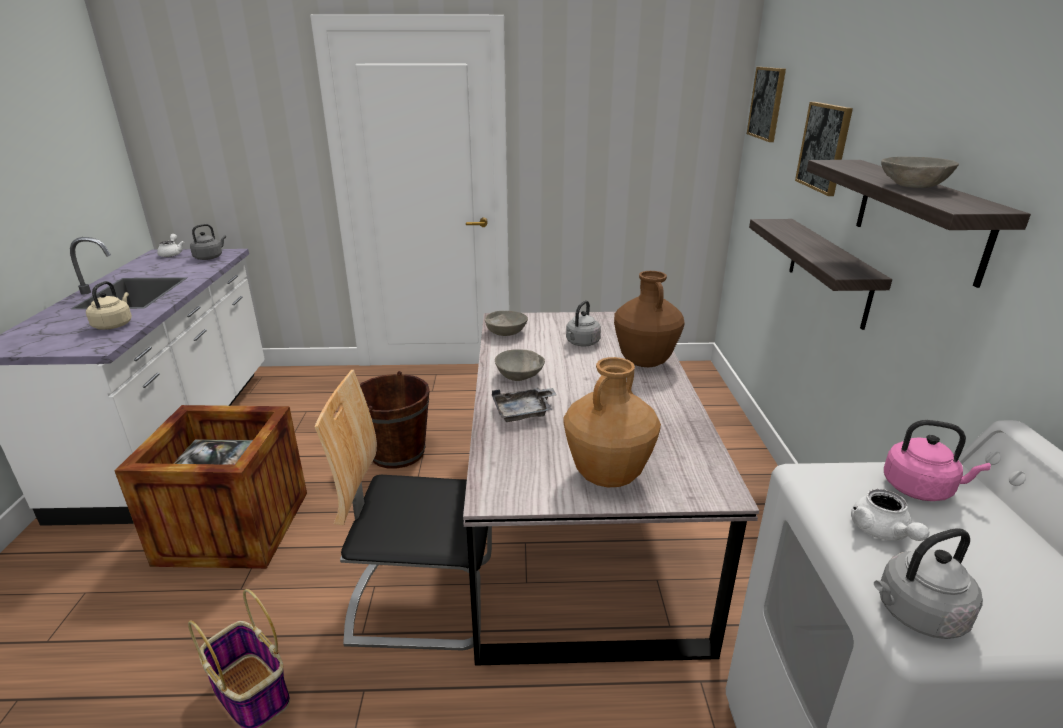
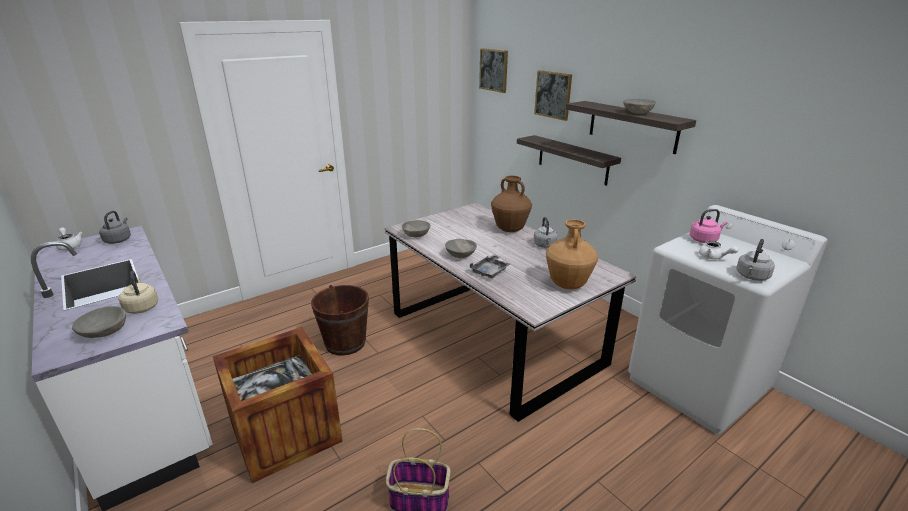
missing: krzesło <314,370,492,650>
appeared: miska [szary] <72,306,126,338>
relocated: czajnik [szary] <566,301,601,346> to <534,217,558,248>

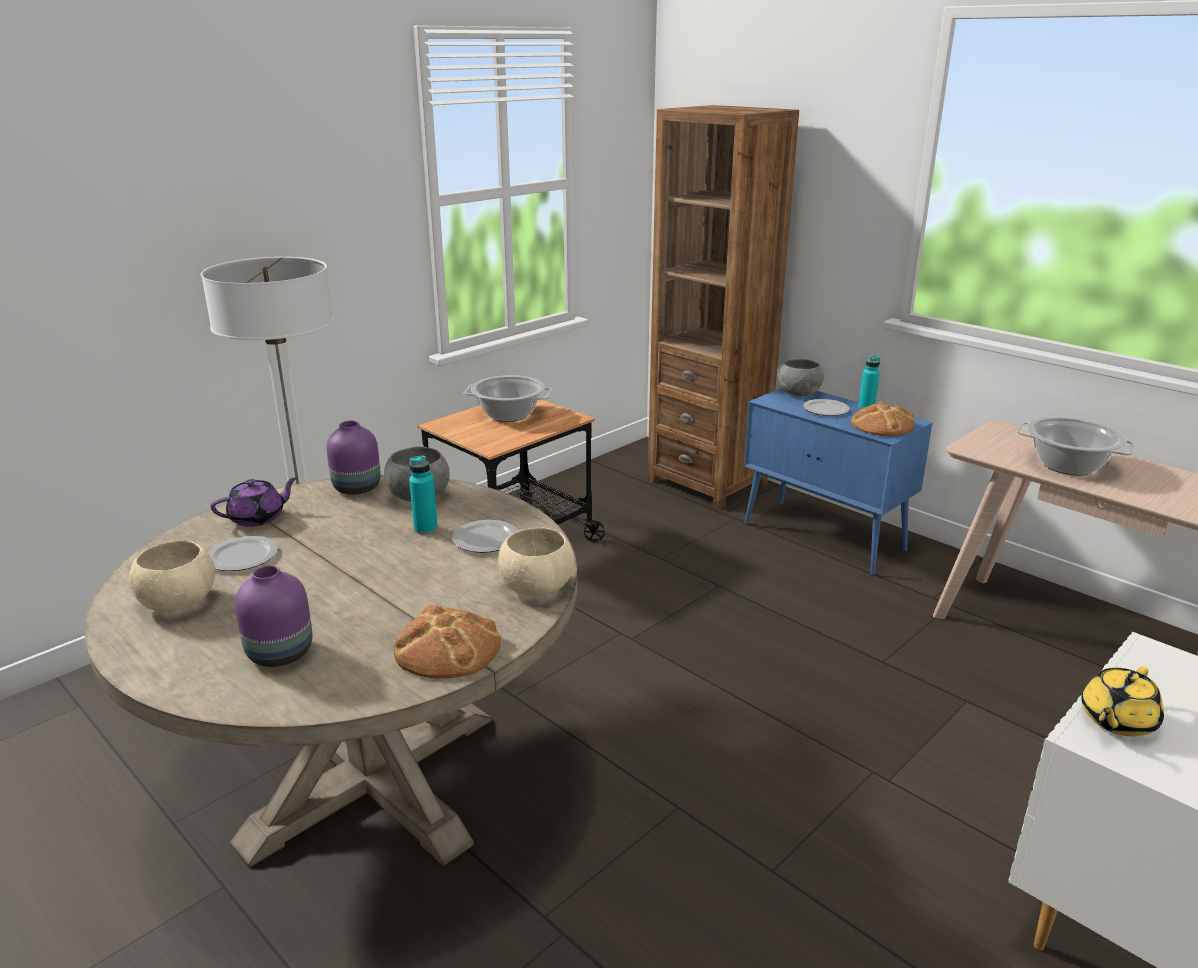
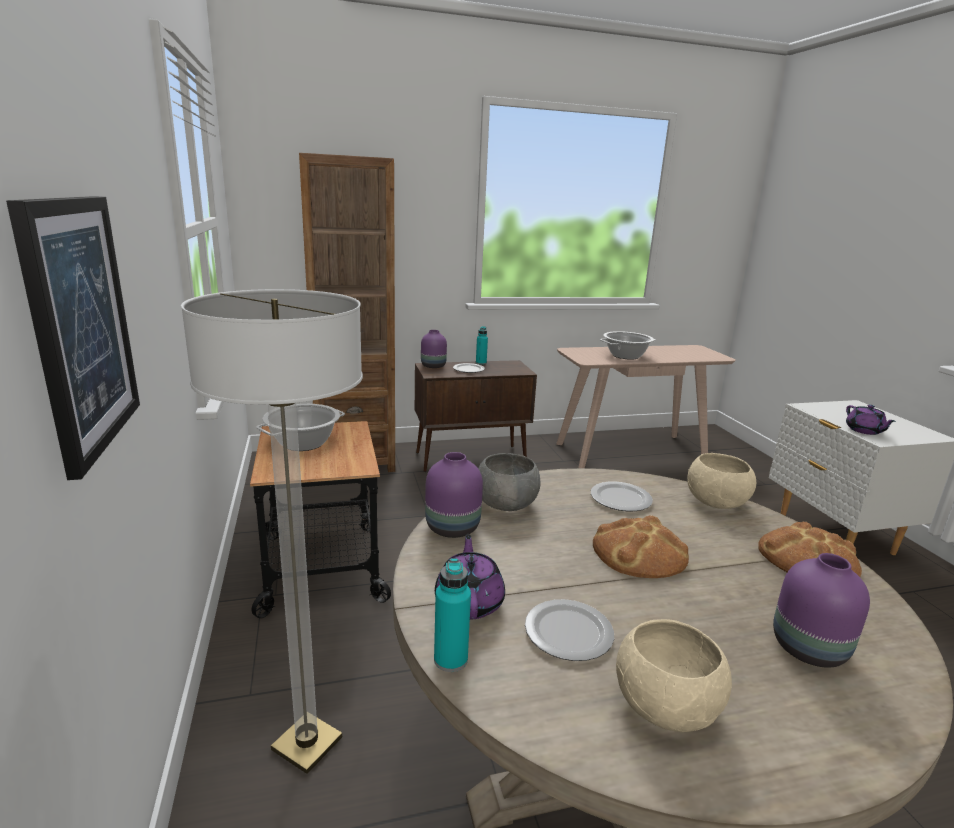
appeared: obraz <6,196,140,480>
relocated: chleb <851,402,915,436> to <593,515,689,578>; butelka [turkusowy] <409,456,438,535> to <434,558,471,672>
exchanged: miska [szary] <777,359,824,396> to wazon [fioletowy] <421,330,447,368>
colour: szafka [niebieski] <744,388,933,575> to szafka [brązowy] <415,360,537,472>; imbryk [żółty] <1081,666,1164,737> to imbryk [fioletowy] <846,405,896,435>

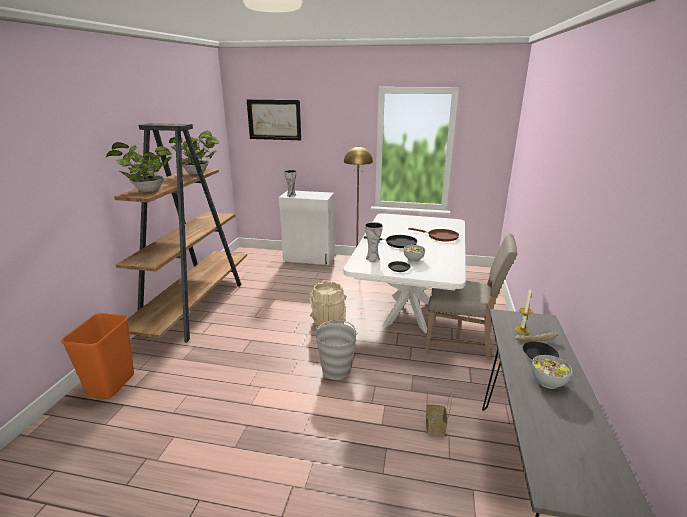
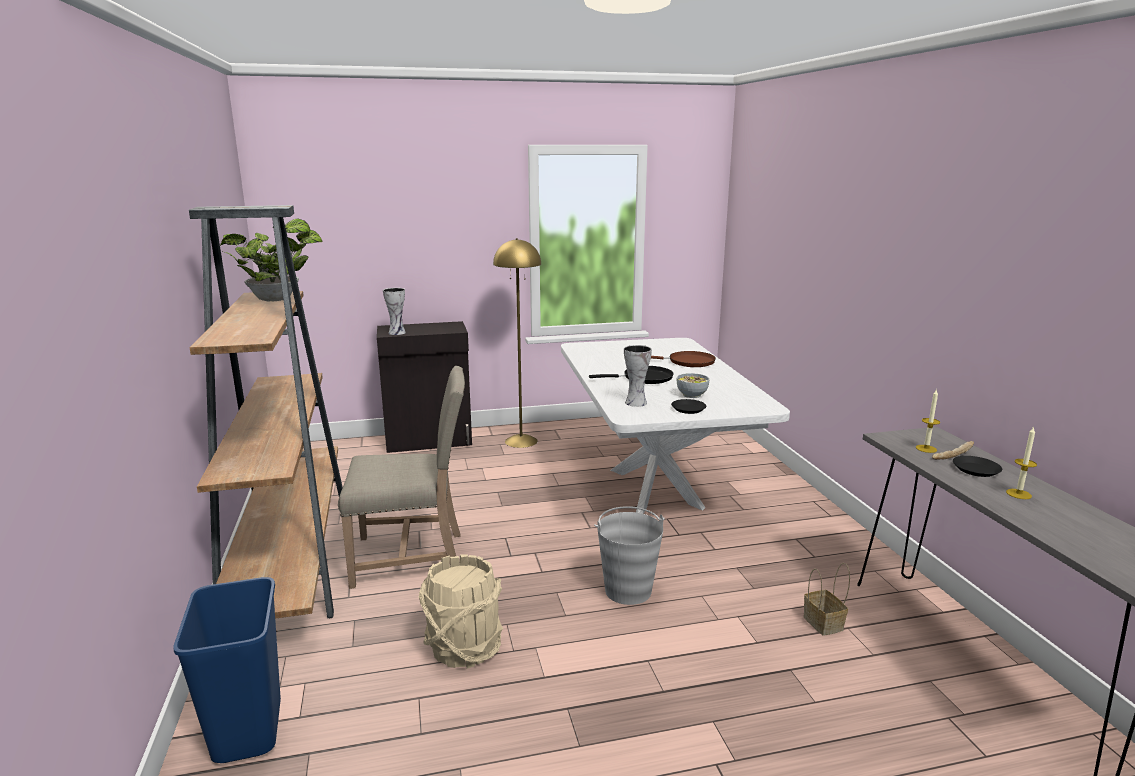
missing: obraz <247,99,301,140>; roślina doniczkowa <106,142,172,192>
relocated: krzesło [beżowy] <425,233,517,360> to <338,366,465,589>; wiadro [beżowy] <309,281,347,327> to <418,554,503,669>
exchanged: miska <532,355,573,389> to świeca <1006,426,1037,499>
colour: szafka [biały] <278,190,335,265> to szafka [czarny] <377,321,472,453>; kosz na śmieci [pomarańczowy] <61,313,134,399> to kosz na śmieci [niebieski] <173,577,281,763>

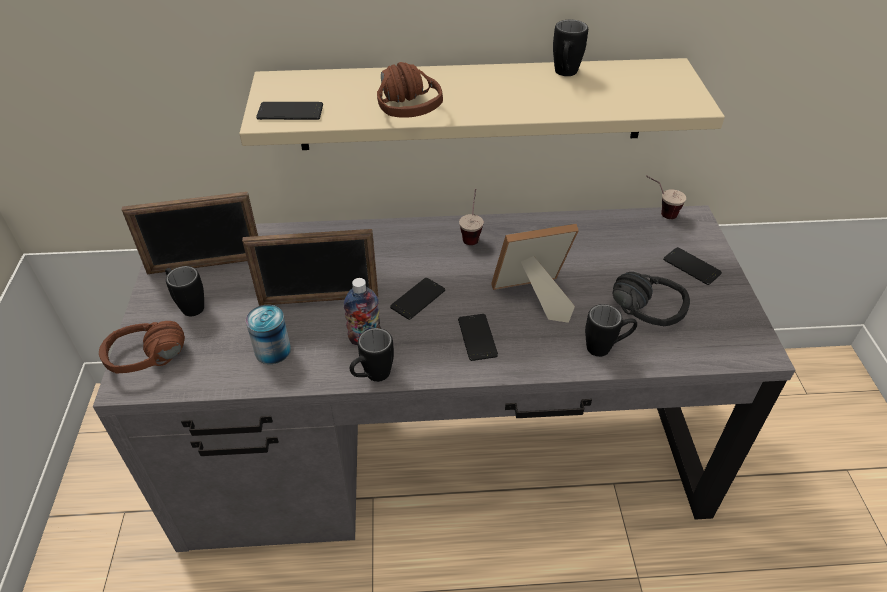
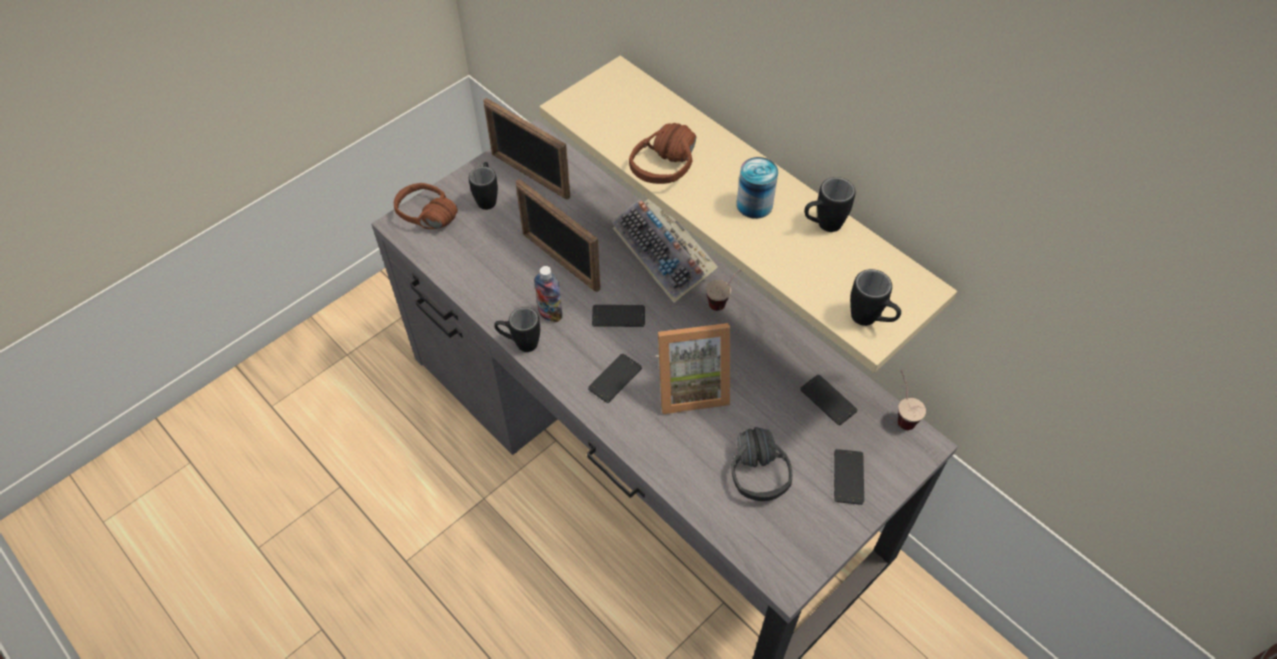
appeared: klawiatura <612,199,718,303>
relocated: telefon <256,102,323,120> to <800,375,857,425>; kubek [czarny] <585,304,637,357> to <850,269,901,326>; puszka <246,305,291,364> to <736,157,778,219>
spun: ramka na zdjęcie <491,224,579,323> = <656,323,730,414> 135 degrees clockwise

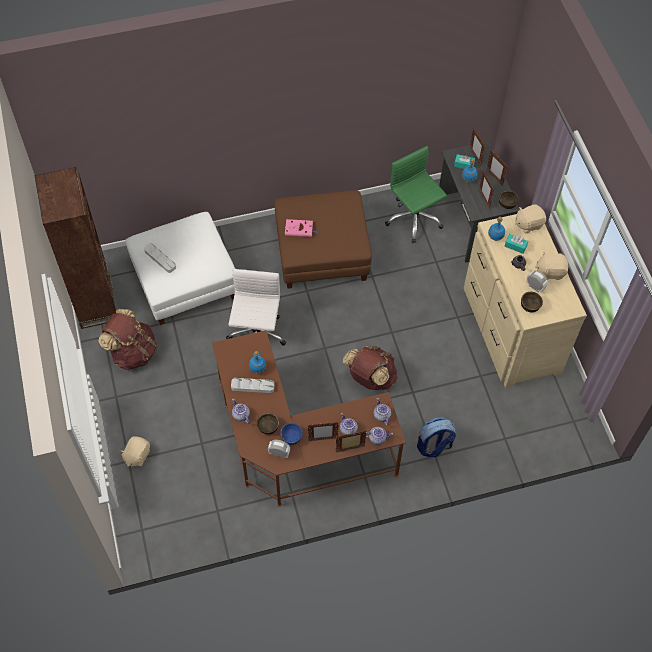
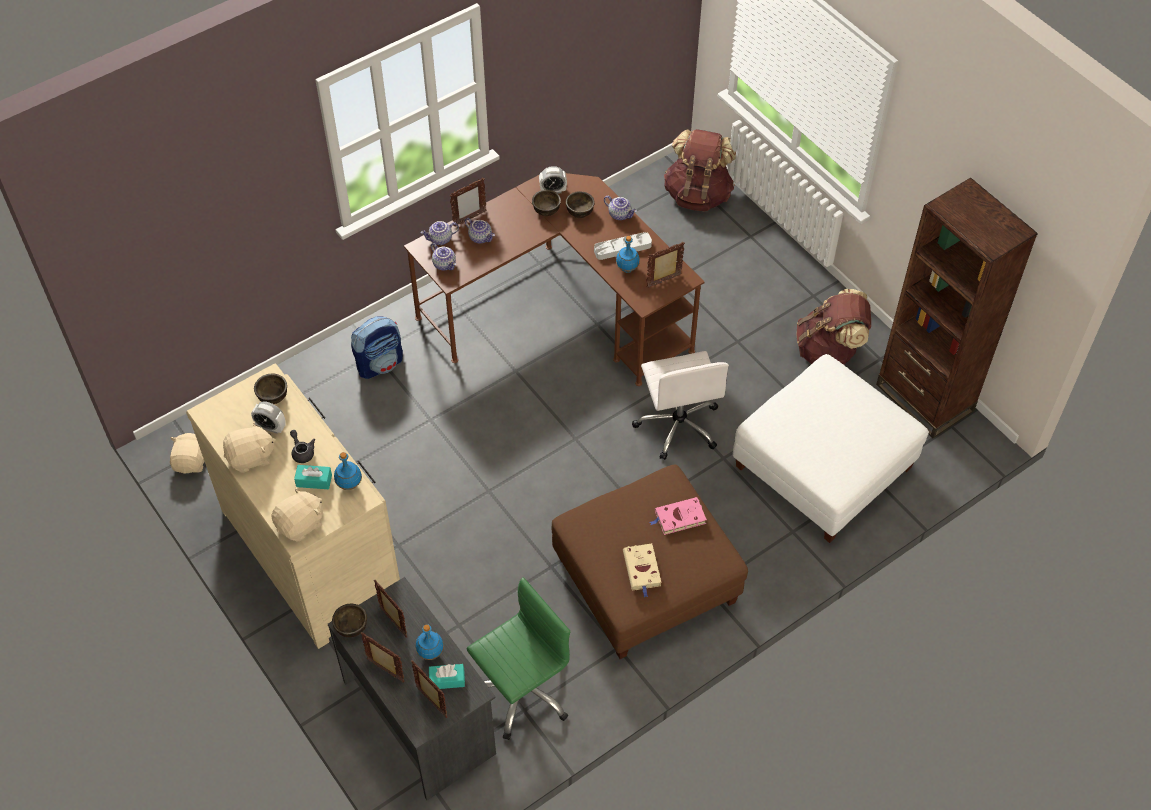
missing: taca [szary] <144,243,176,273>
appeared: książka [beżowy] <623,543,661,597>
relocated: plecak [brązowy] <343,345,398,390> to <664,129,736,211>; ramka na zdjęcie <307,422,339,441> to <646,242,685,288>; pluszak [beżowy] <120,436,150,467> to <170,433,204,474>
colour: miska [niebieski] <280,423,303,445> to miska [brązowy] <532,190,561,216>
spun: krzesło biurowe [zielony] <385,146,447,243> = <467,577,570,740> 75 degrees counterclockwise

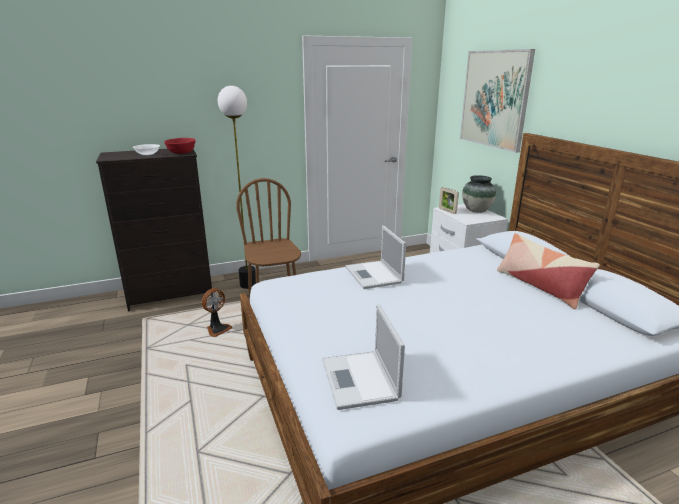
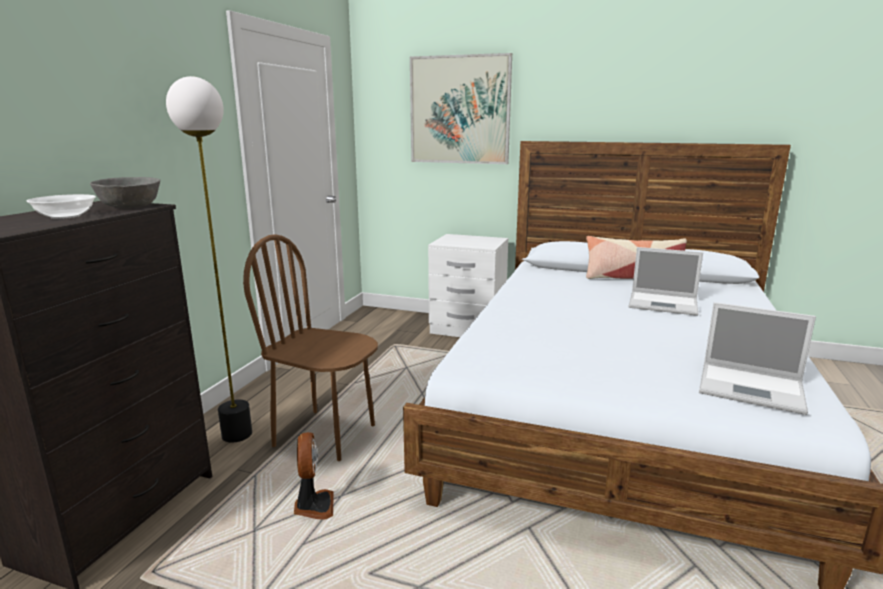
missing: wazon <462,175,496,213>; ramka na zdjęcie <439,187,459,214>
relocated: laptop <346,225,406,289> to <629,247,703,316>
colour: miska [czerwony] <164,138,196,154> to miska [szary] <90,177,160,208>

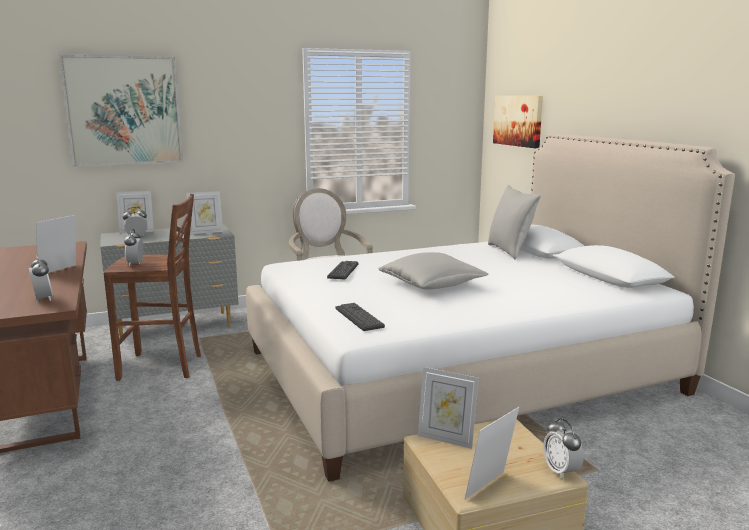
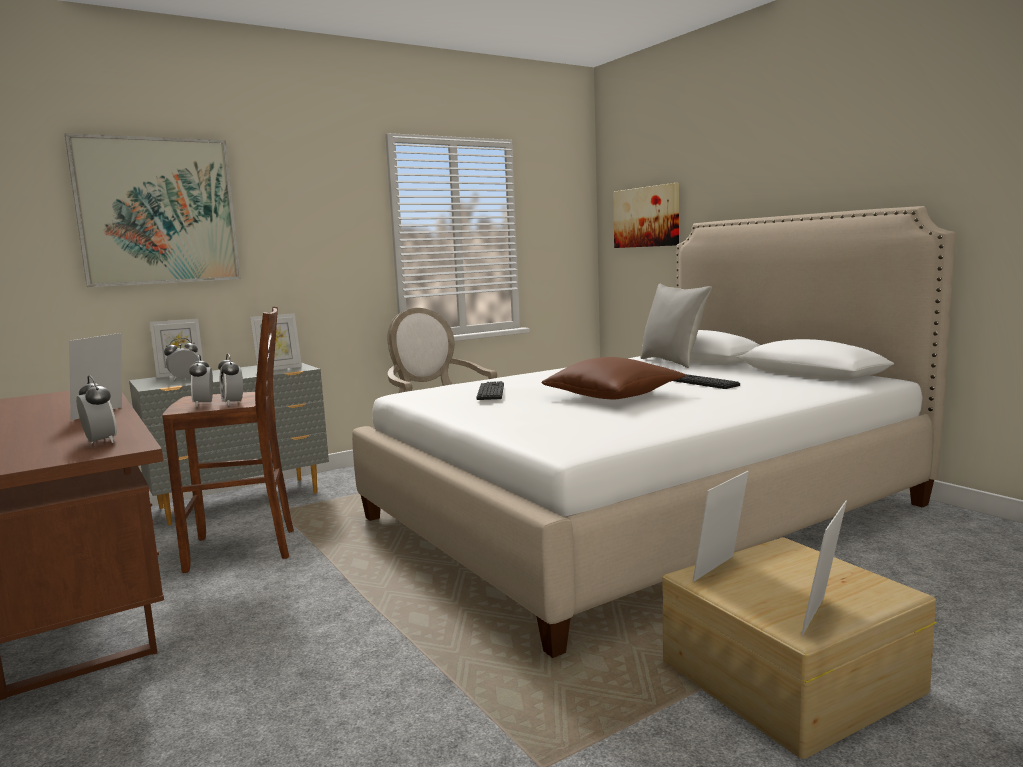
relocated: klawiatura <336,303,385,331> to <674,374,740,389>; budzik <543,418,584,479> to <218,354,243,406>
colour: poduszka [szary] <378,252,488,290> to poduszka [brązowy] <541,357,686,399>
spun: ramka na zdjęcie <418,367,479,449> = <693,471,749,582> 120 degrees clockwise

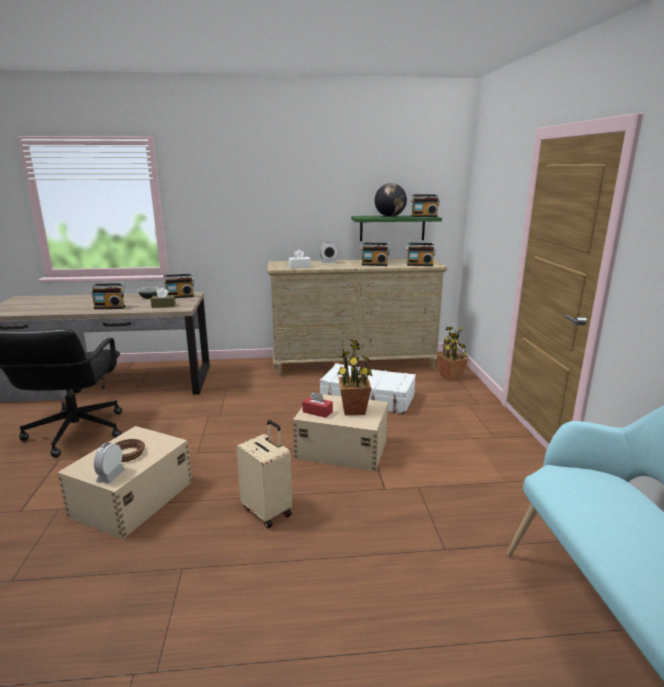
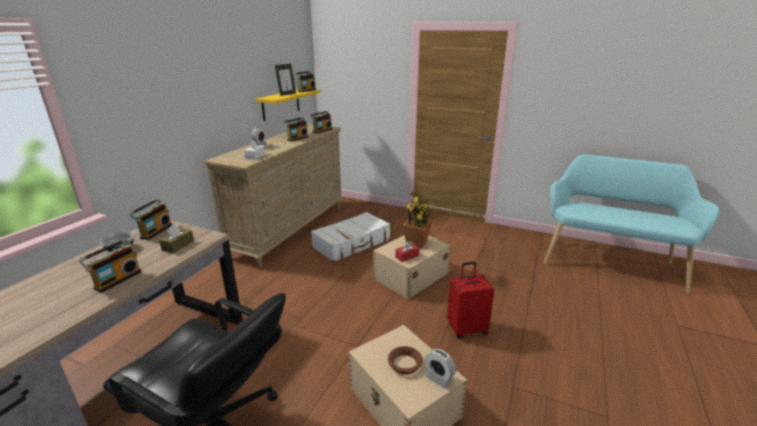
missing: roślina doniczkowa <437,326,468,381>
exchanged: globus <374,183,407,217> to ramka na zdjęcie <275,64,296,96>
colour: półka [zielony] <351,215,442,241> to półka [żółty] <255,90,321,121>; walizka [beżowy] <236,420,292,528> to walizka [czerwony] <447,262,495,339>

